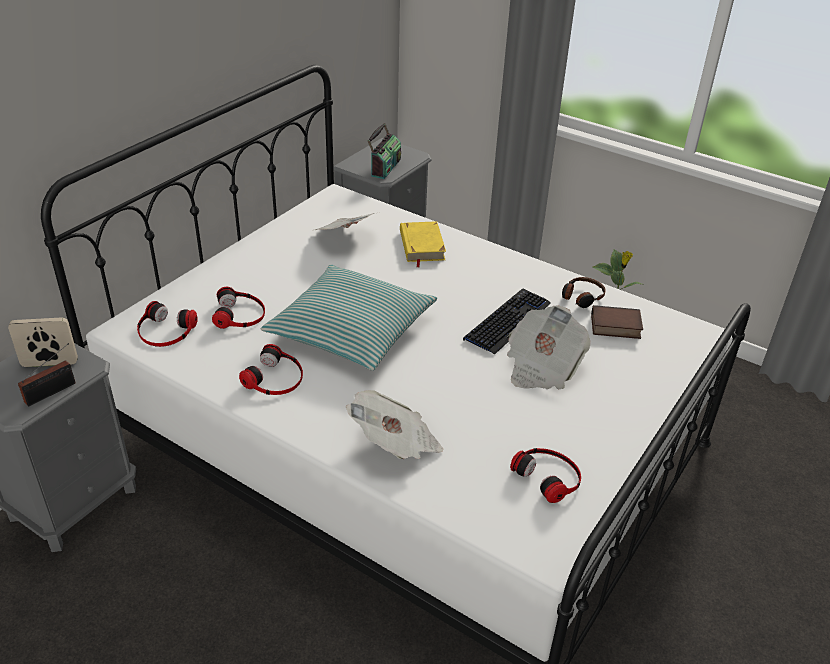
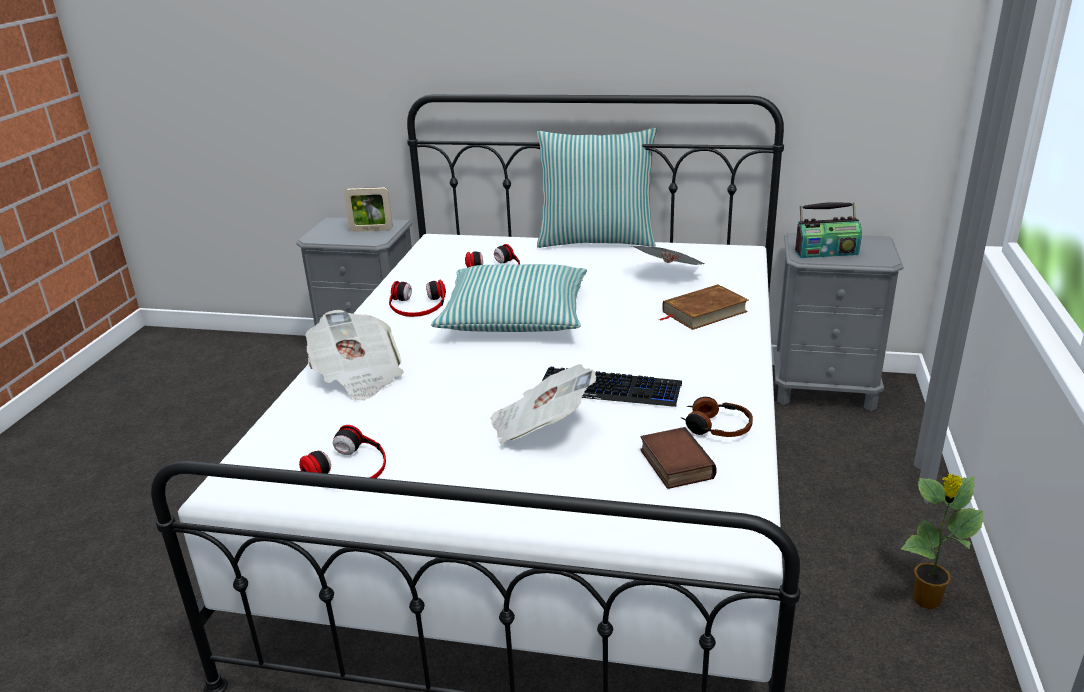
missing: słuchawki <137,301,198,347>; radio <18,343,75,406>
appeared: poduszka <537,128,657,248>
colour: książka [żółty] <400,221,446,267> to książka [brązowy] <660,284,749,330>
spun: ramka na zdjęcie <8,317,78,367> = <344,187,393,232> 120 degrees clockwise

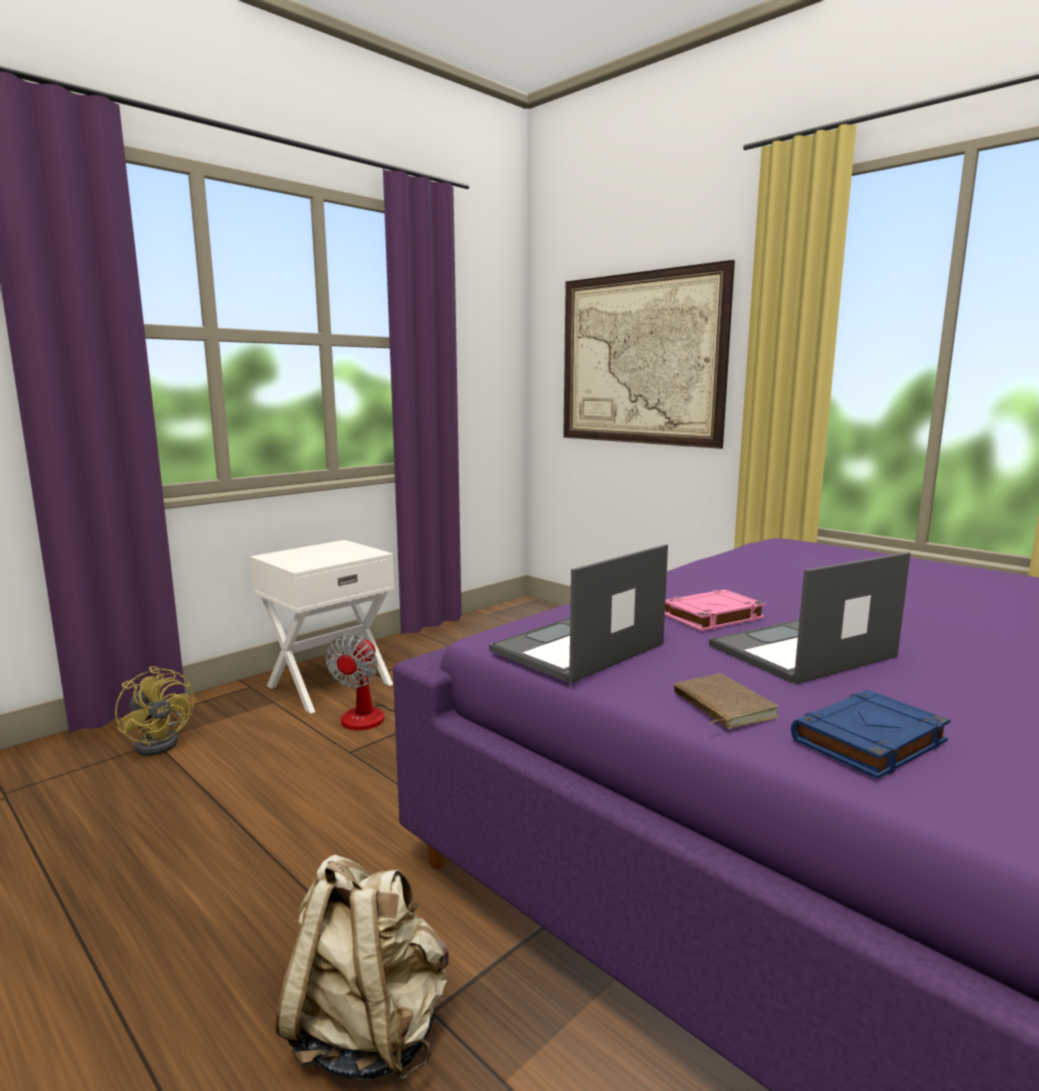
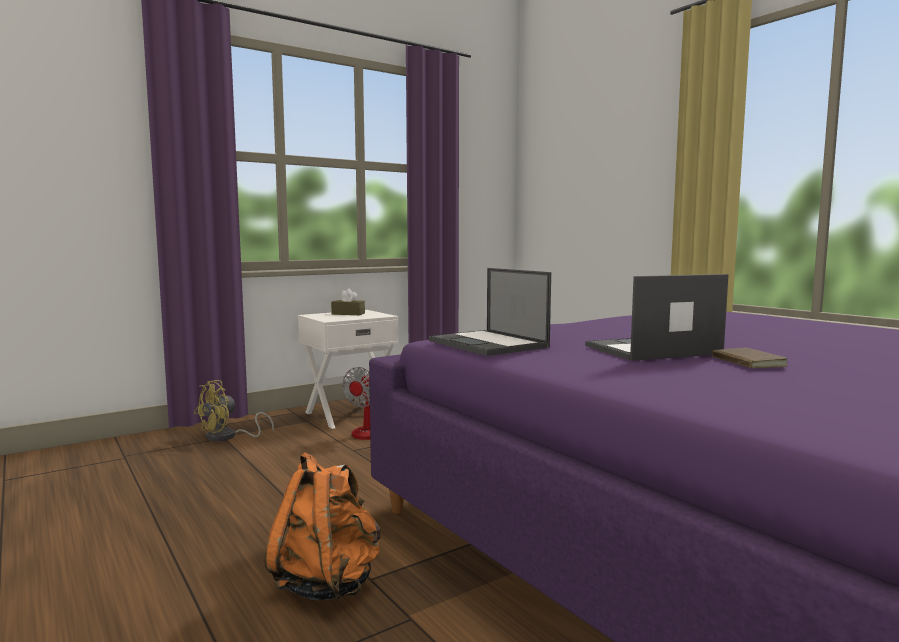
missing: obraz <563,260,735,449>; książka [różowy] <665,590,766,631>; książka [niebieski] <791,690,951,779>
appeared: pudełko chusteczek [brązowy] <331,289,365,315>
relocated: książka [brązowy] <674,673,779,729> to <712,347,788,368>
colour: plecak [beżowy] <275,855,448,1083> to plecak [pomarańczowy] <264,452,380,601>
spun: laptop <489,544,668,683> = <429,268,551,356> 90 degrees counterclockwise; wentylator [żółty] <115,666,194,755> = <194,380,274,441> 75 degrees clockwise

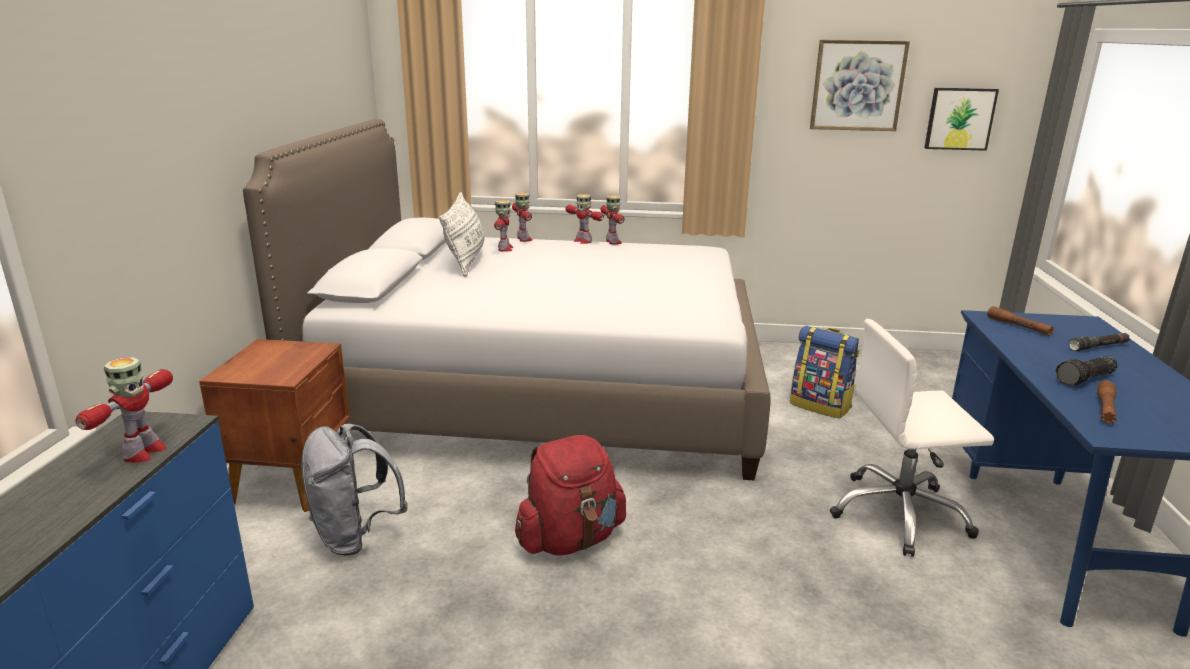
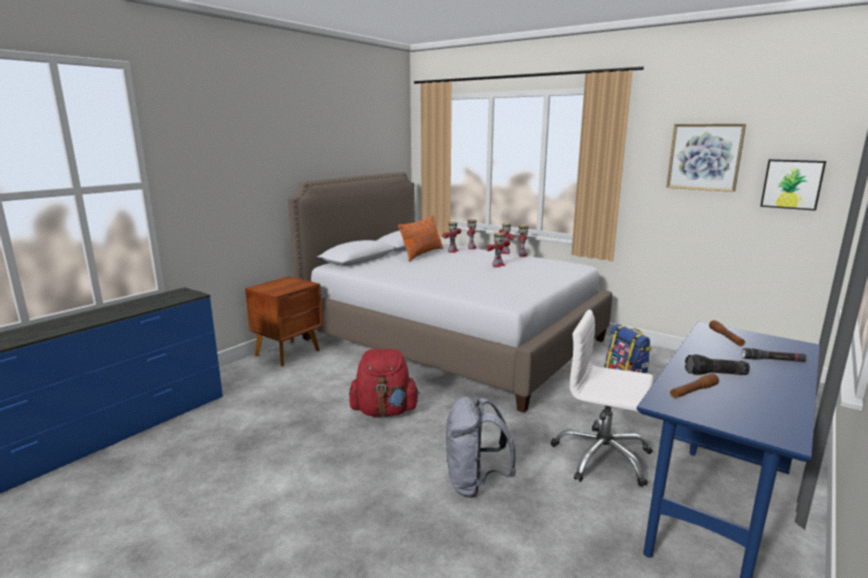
relocated: robot zabawkowy <75,357,173,463> to <485,232,510,267>; plecak [szary] <301,423,408,556> to <446,396,516,498>
colour: poduszka [biały] <439,192,485,277> to poduszka [pomarańczowy] <398,215,443,261>

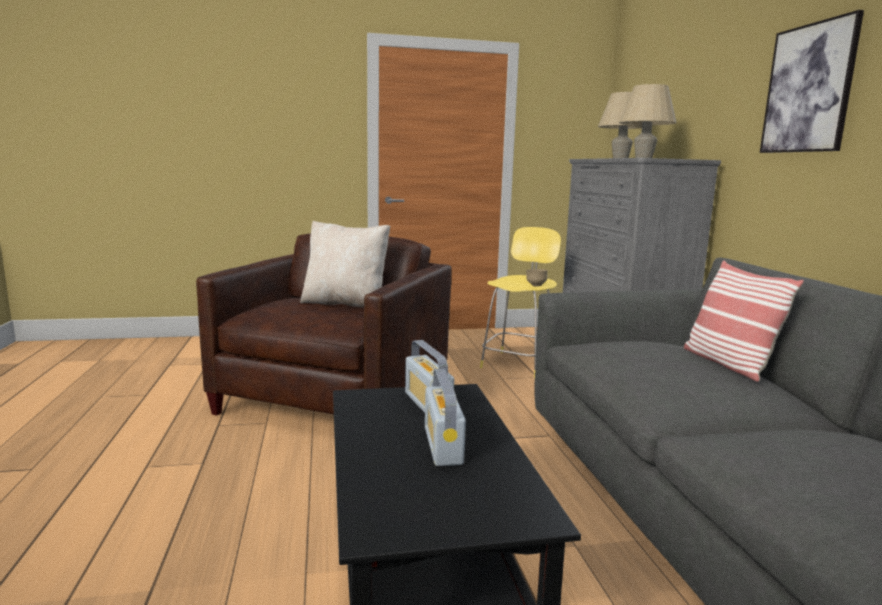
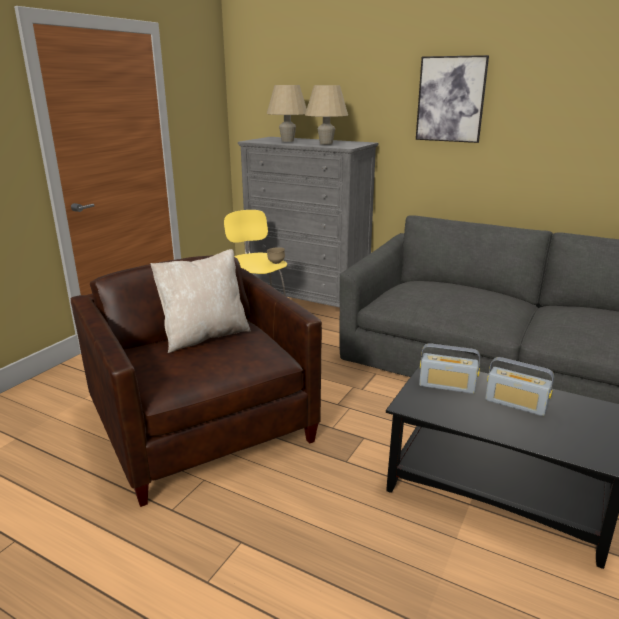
missing: poduszka <684,261,804,382>

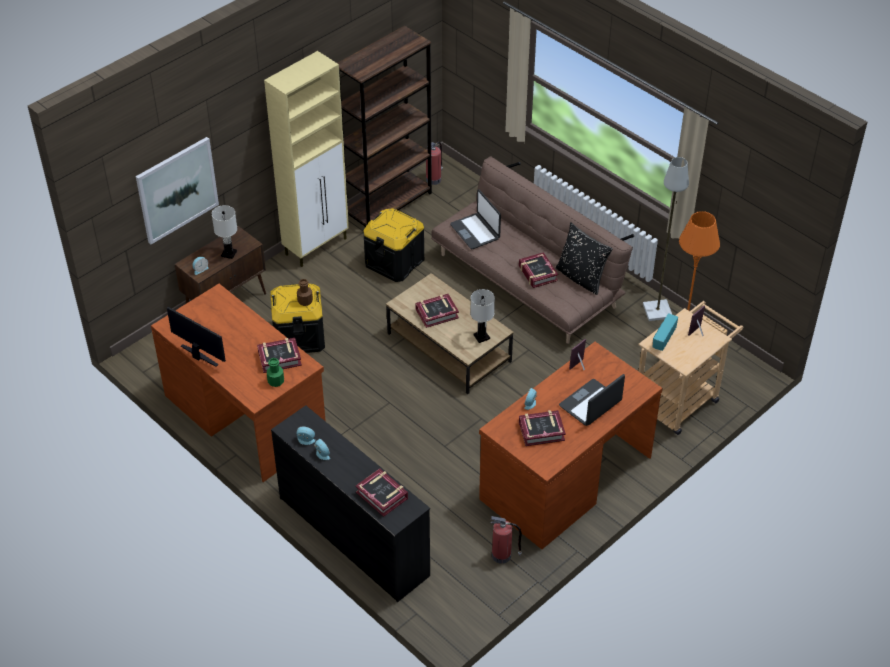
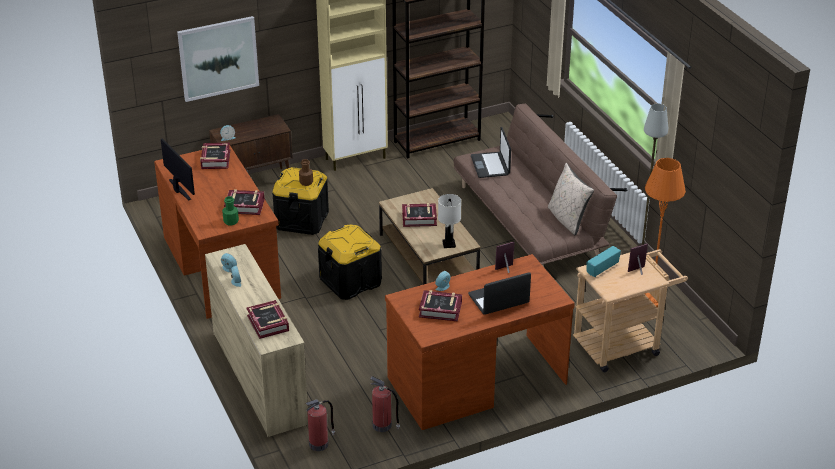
missing: lampa stołowa [biały] <212,205,237,259>
relocated: gaśnica <426,142,443,185> to <305,400,335,451>; pojemnik do przechowywania [czarny] <363,208,424,282> to <318,225,382,300>; książka <519,252,558,288> to <200,143,230,169>
colour: poduszka [czarny] <556,223,613,295> to poduszka [beżowy] <548,163,594,235>; komoda [czarny] <271,405,430,603> to komoda [beżowy] <205,244,308,437>

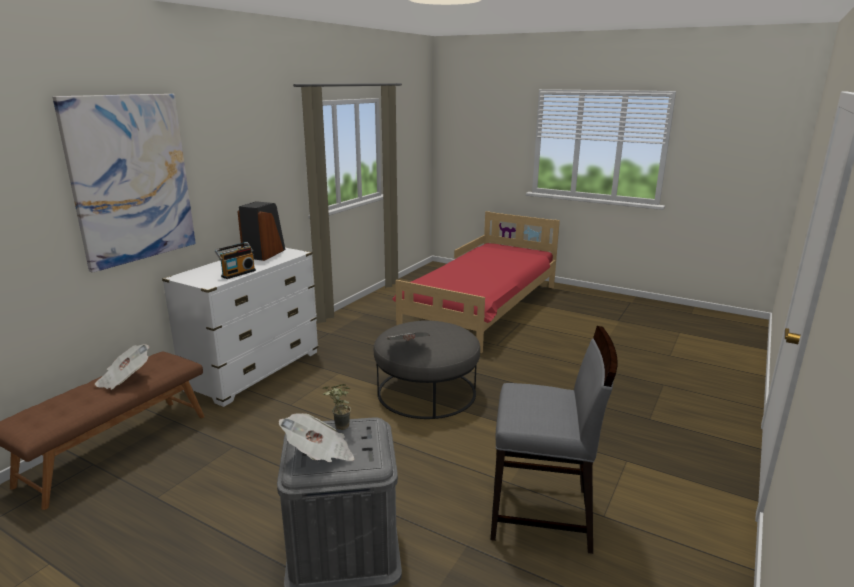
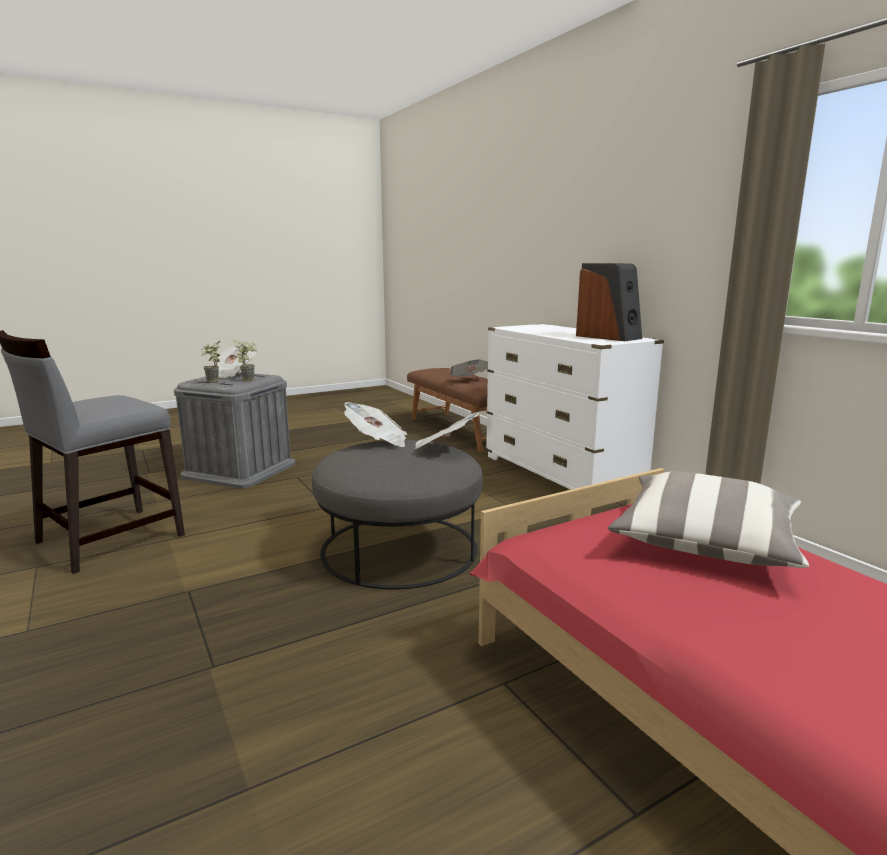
missing: obraz <52,94,196,273>; radio <215,242,256,279>
appeared: roślina doniczkowa <201,341,220,383>; gazeta <414,412,479,450>; poduszka <608,471,809,568>

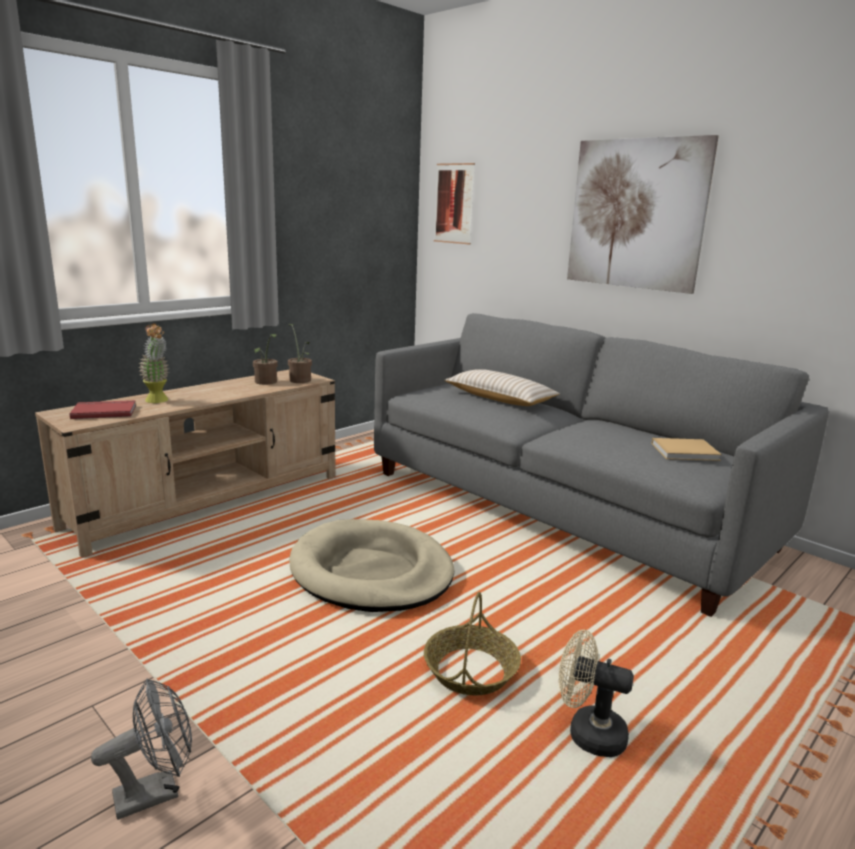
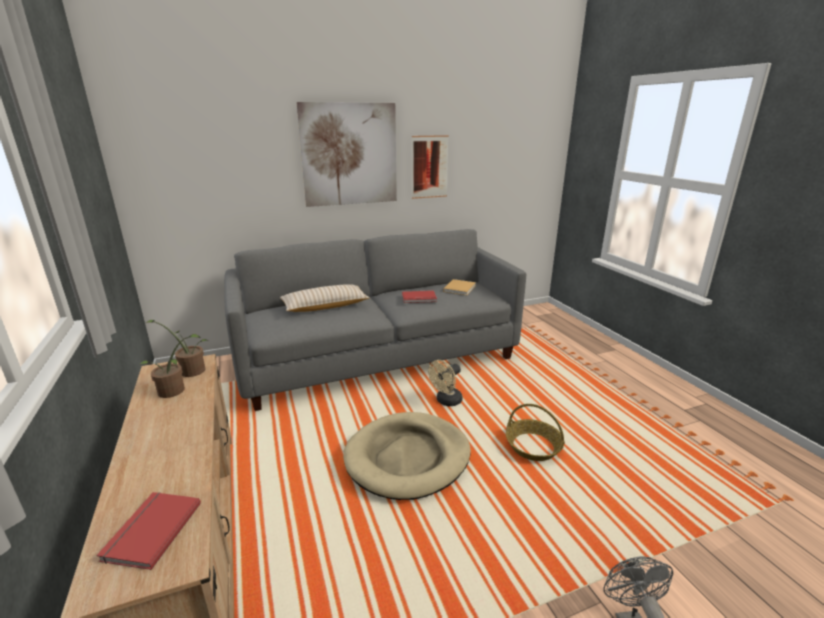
missing: roślina doniczkowa <138,323,169,403>
appeared: książka [czerwony] <402,290,437,303>
relocated: obraz <434,163,475,245> to <412,135,449,199>; wentylator [beżowy] <559,630,634,757> to <428,360,463,406>

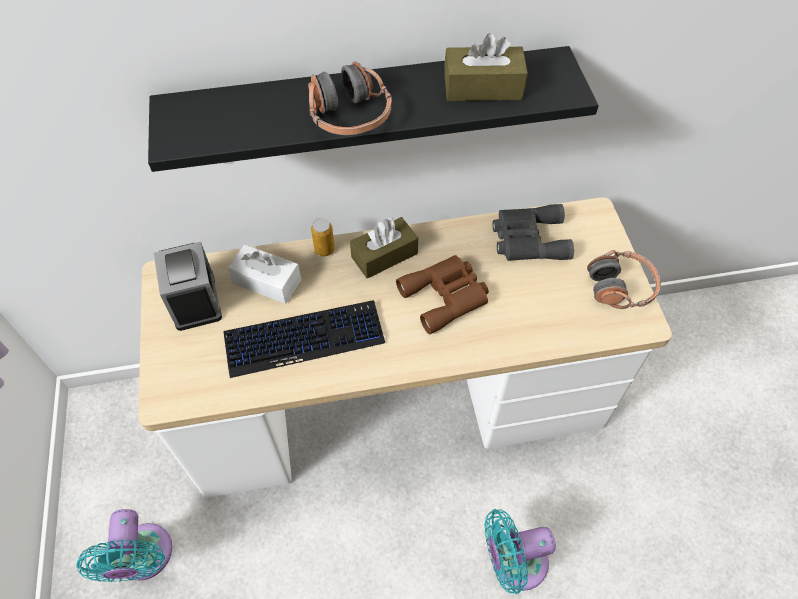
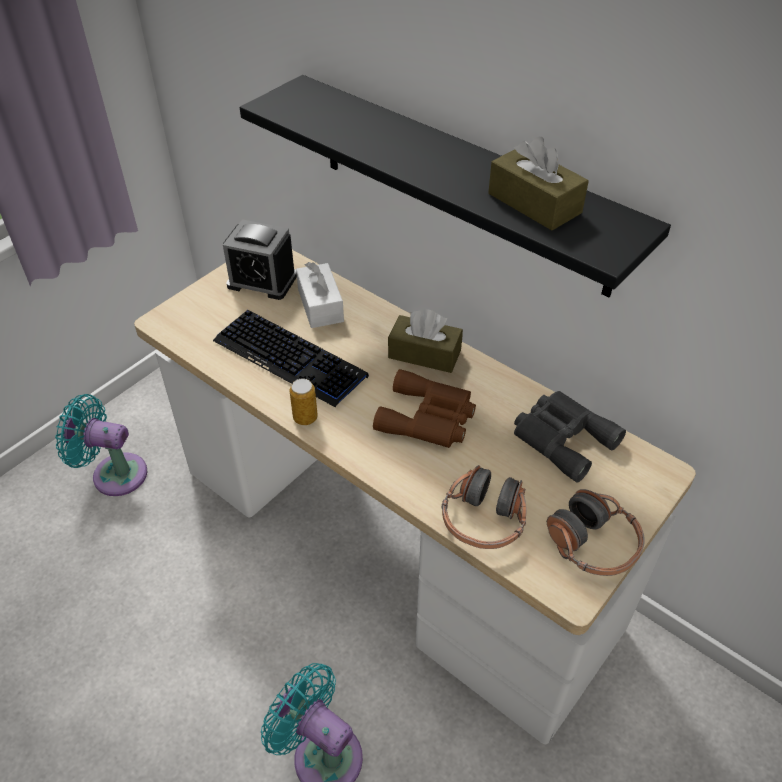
relocated: słuchawki <308,61,392,135> to <442,465,526,549>; puszka <311,218,335,256> to <290,379,318,425>
spun: budzik <154,242,222,331> = <223,219,297,300> 75 degrees clockwise; wentylator [turkusowy] <76,509,172,582> = <55,394,147,496> 60 degrees clockwise

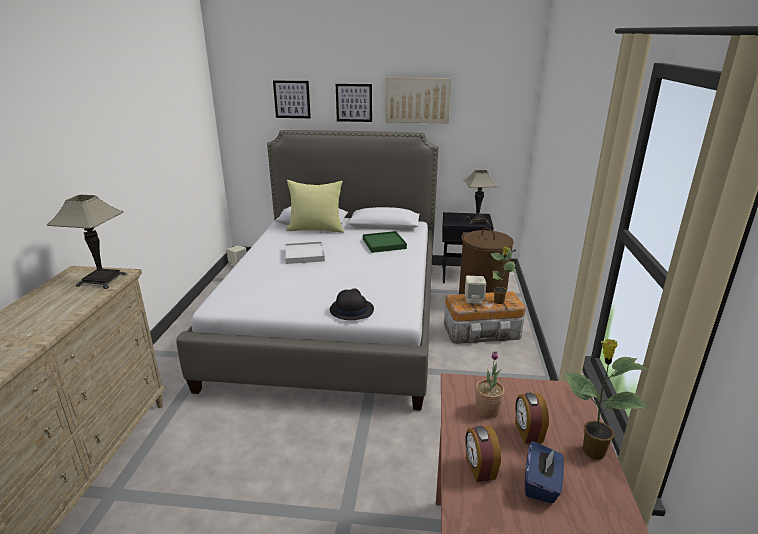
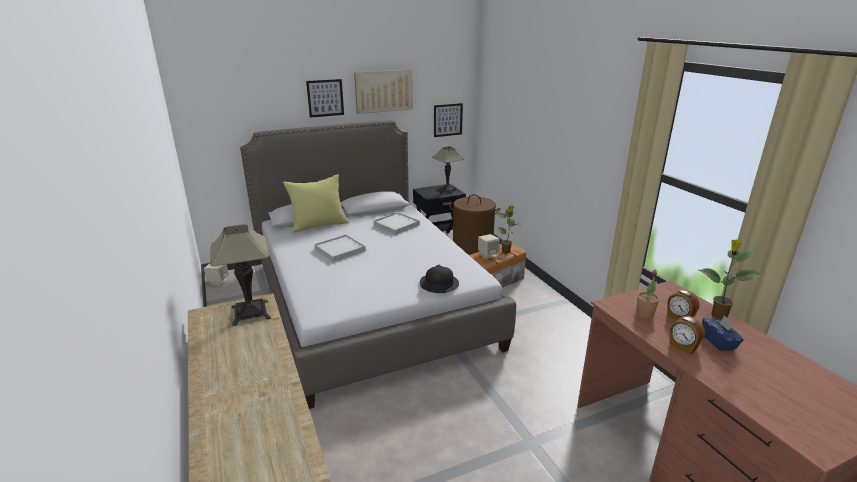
relocated: obraz <273,81,311,118> to <434,103,463,137>
colour: taca [zielony] <363,231,407,253> to taca [biały] <373,212,420,235>

